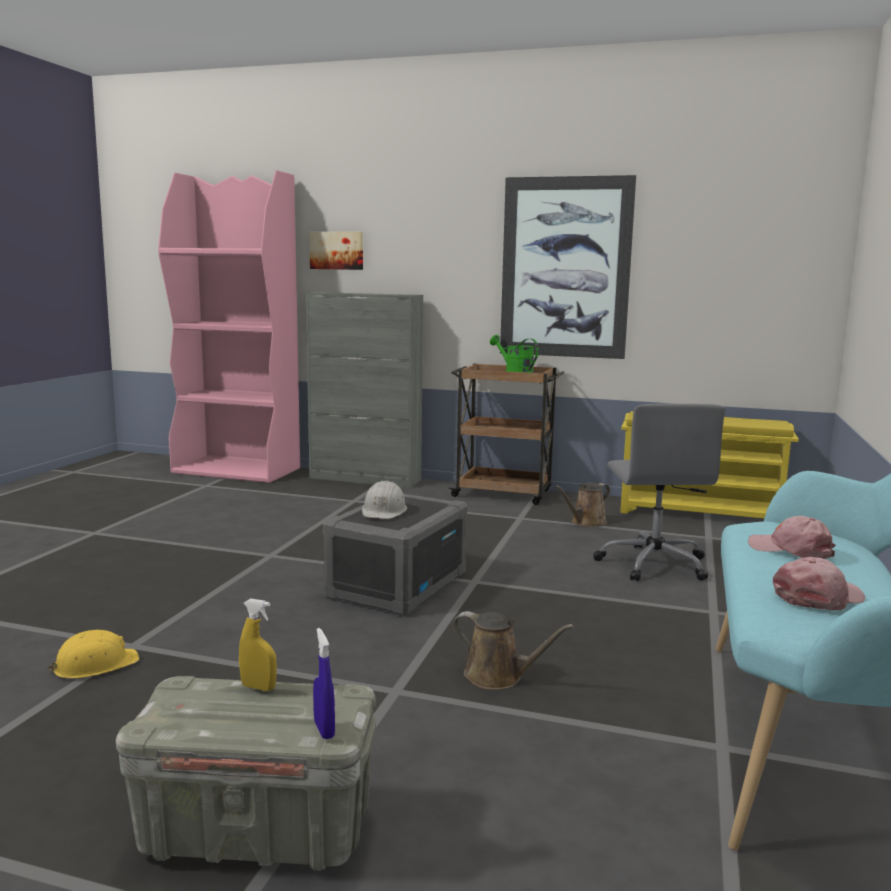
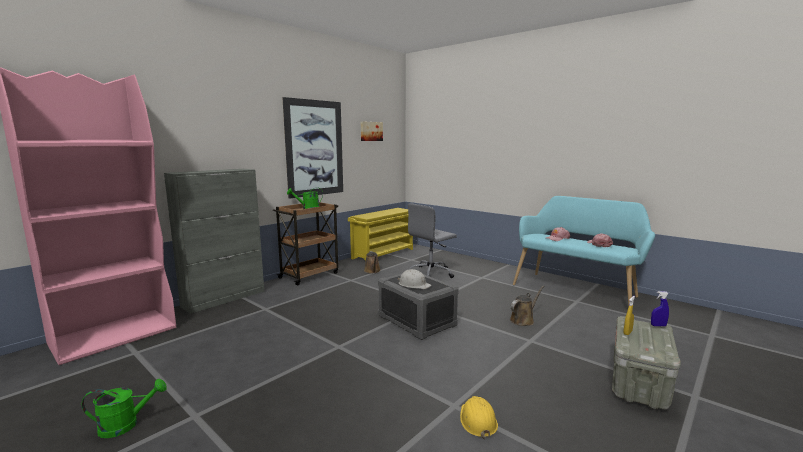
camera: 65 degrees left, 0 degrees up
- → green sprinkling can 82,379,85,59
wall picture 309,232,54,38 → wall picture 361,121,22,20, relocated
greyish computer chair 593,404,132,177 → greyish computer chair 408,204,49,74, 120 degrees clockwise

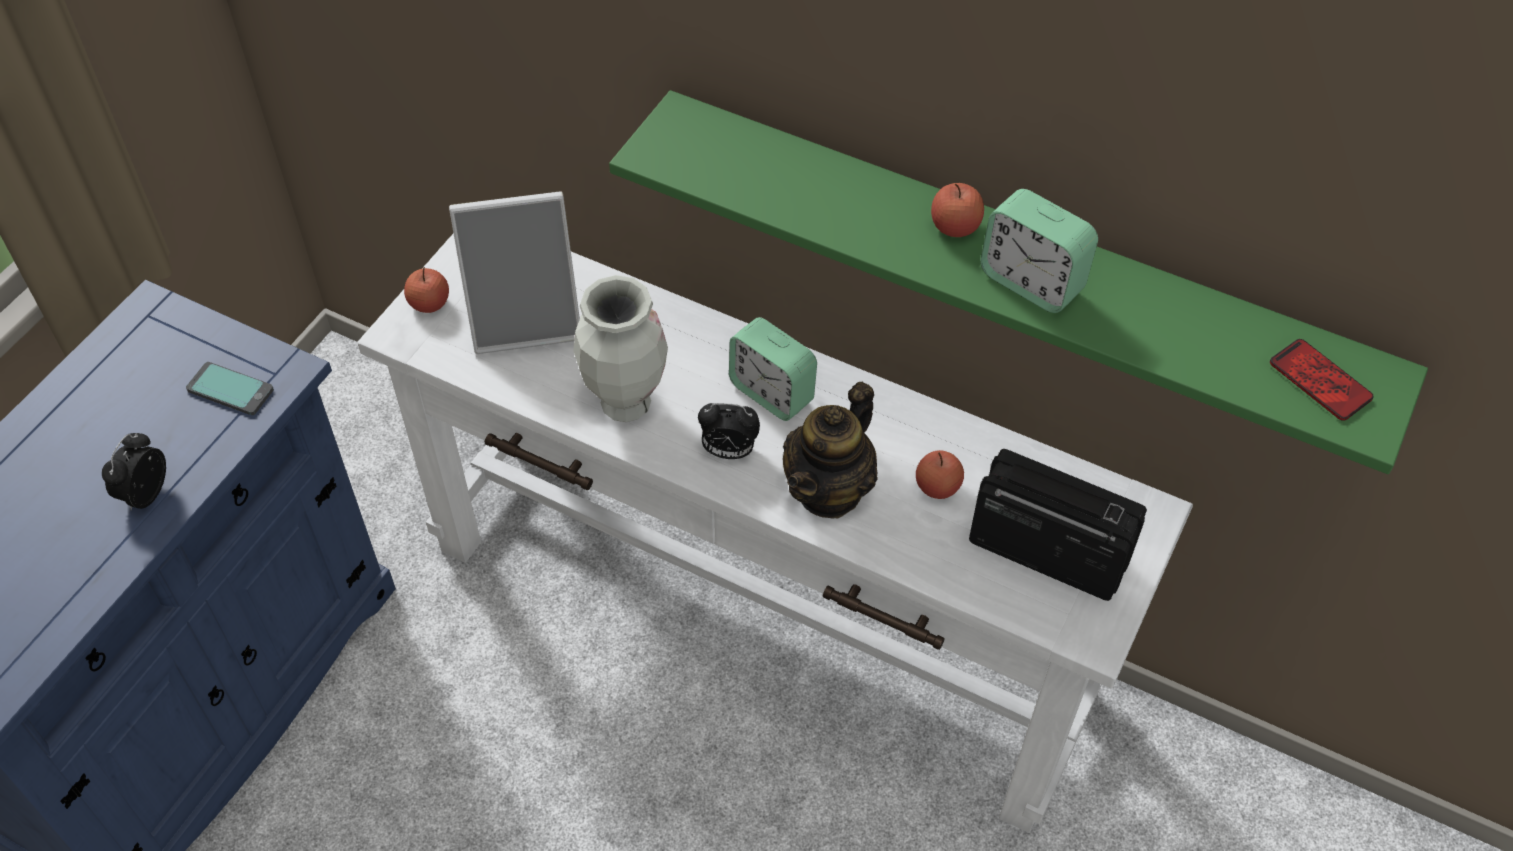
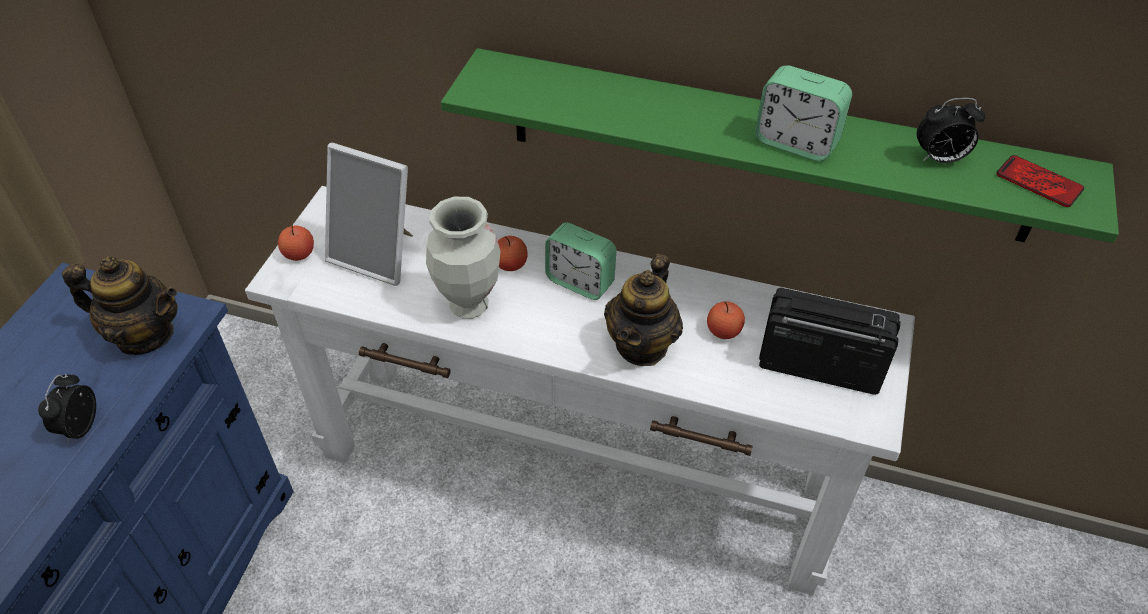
camera: 10 degrees left, 5 degrees down
bedside clock 698,403,62,56 → bedside clock 917,98,68,65, relocated
apple fruit 931,183,53,54 → apple fruit 498,236,29,35, relocated
handset 186,362,88,53 → tea pot 62,256,116,99
standing frame 449,191,131,163 → standing frame 325,143,88,143, 45 degrees clockwise

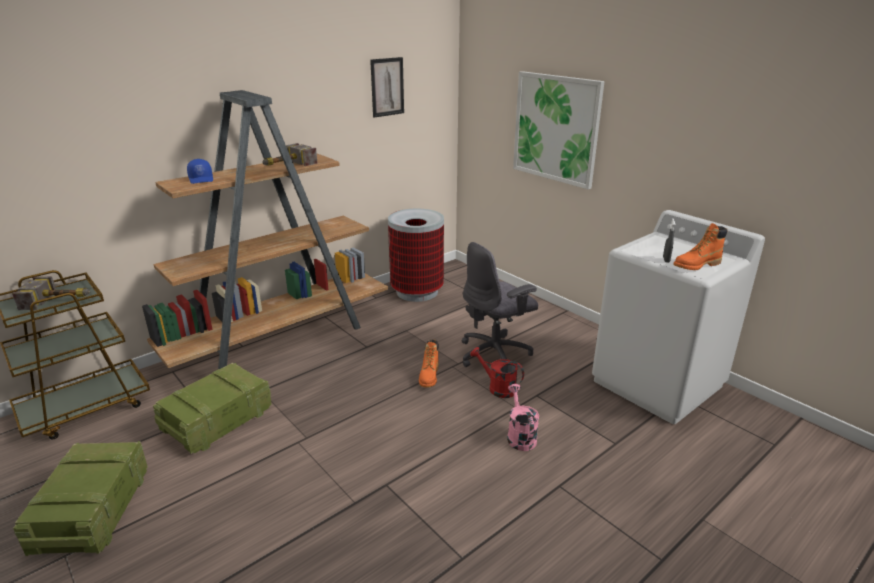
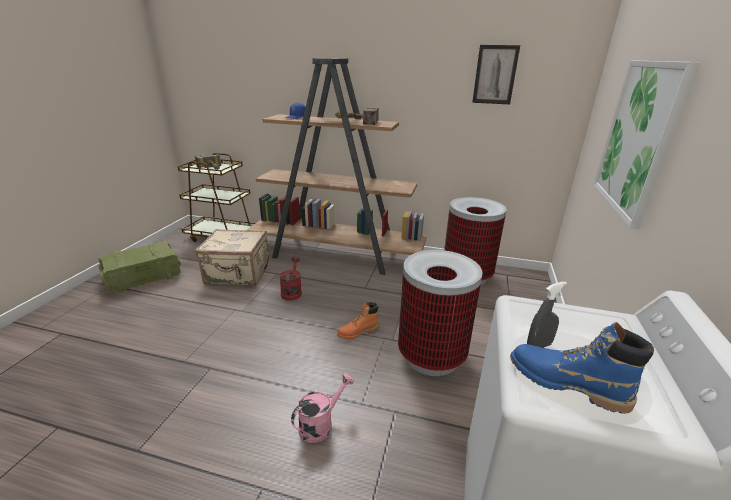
camera: 55 degrees right, 0 degrees up
red-coloured sprinkling can 470,347,54,51 → red-coloured sprinkling can 280,256,22,45, relocated
crate 153,363,119,91 → beige-coloured piece of luggage 195,229,74,57
greyish computer chair 461,242,77,125 → waste bin 398,250,85,126
orange high-top boot 674,223,54,47 → blue-coloured high-top boot 510,322,144,92

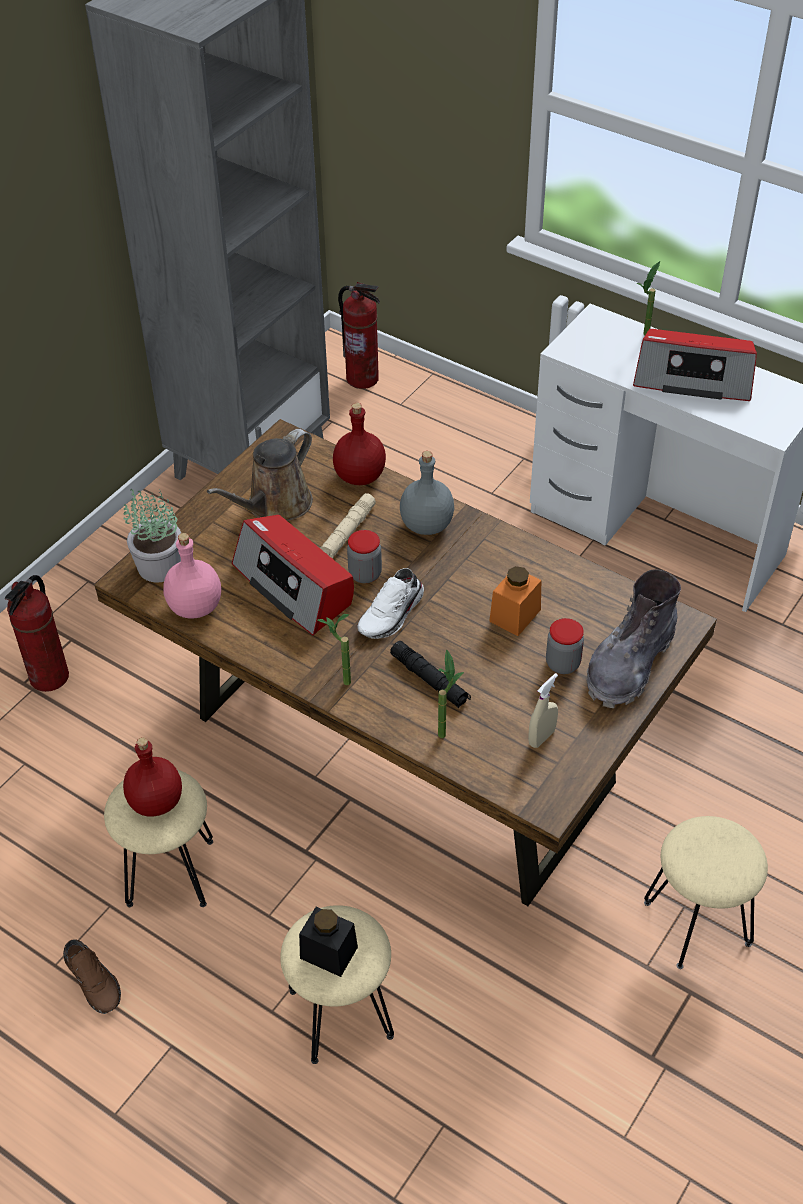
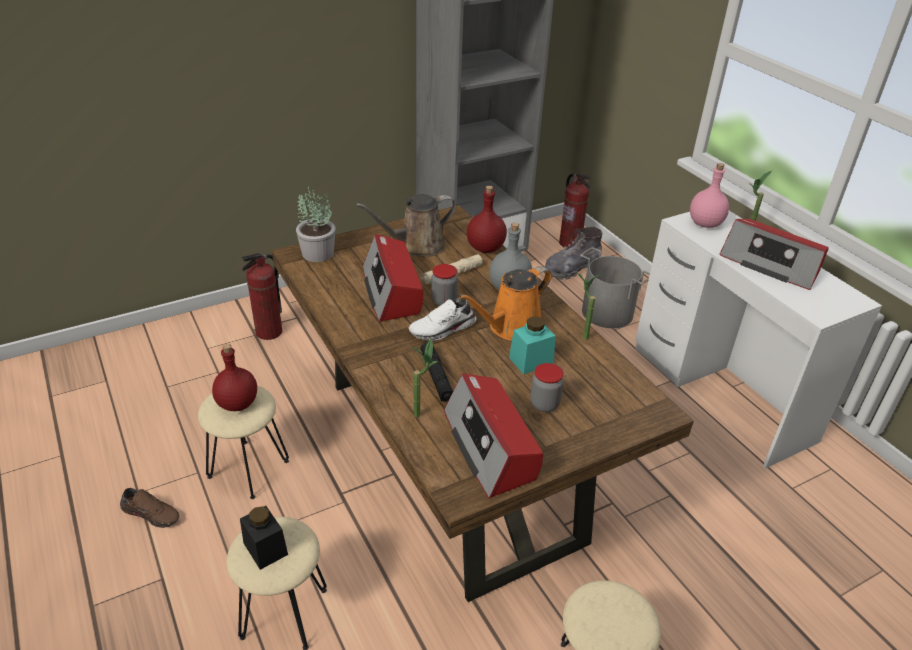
camera: 25 degrees right, 10 degrees down
- → orange sprinkling can 459,266,93,75
- → greyish water bucket 581,247,69,81
pinkish bottle 163,533,58,86 → pinkish bottle 690,163,39,65, relocated
potted plant 317,614,34,71 → potted plant 576,272,24,68, relocated
greyish high-top boot 586,569,95,139 → greyish high-top boot 544,227,58,53, relocated
beige-coloured hand sprayer 528,673,30,75 → radio receiver 444,374,99,125
orange preserve jar 489,566,52,70 → turquoise-coloured preserve jar 509,317,47,57
brown shoe 63,939,58,75 → brown shoe 120,488,60,40, 60 degrees counterclockwise

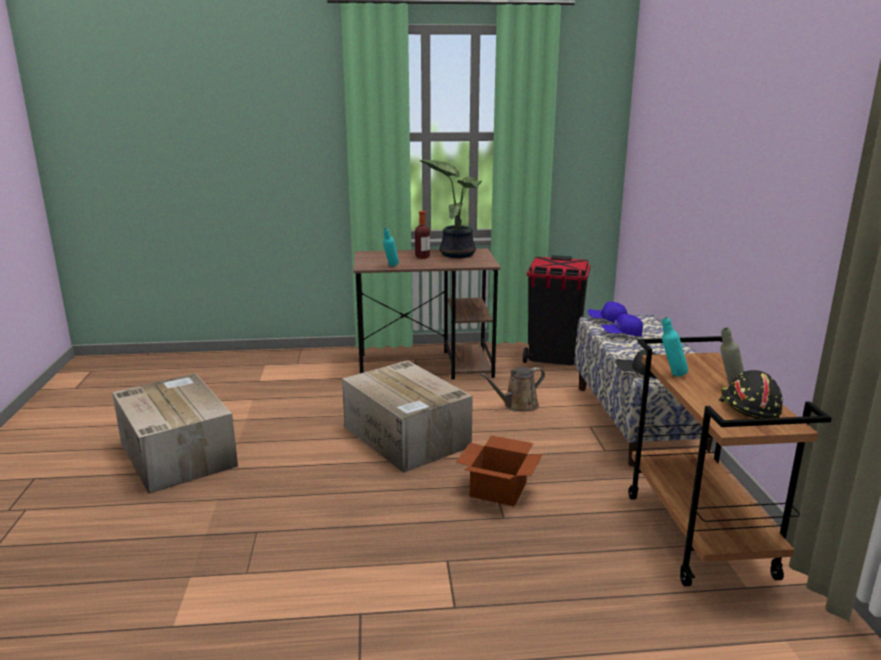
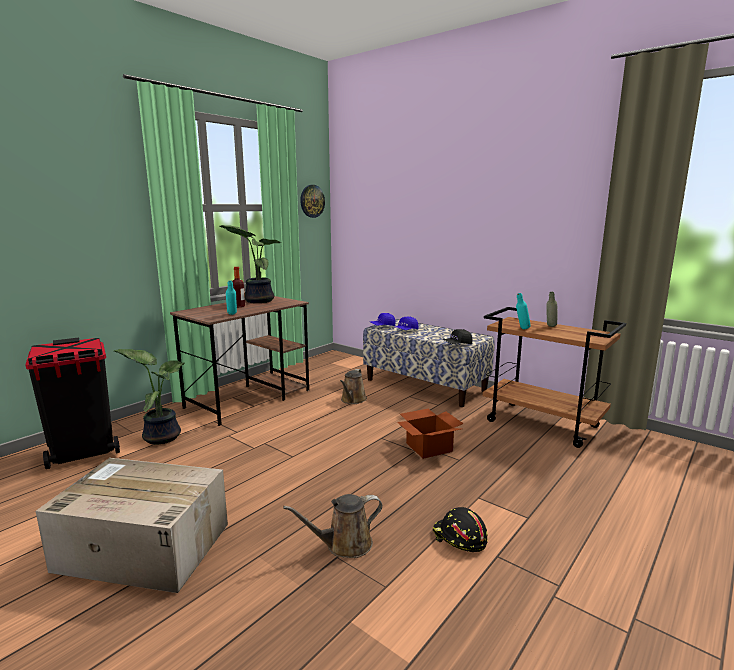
camera: 45 degrees left, 5 degrees down
carton 342,361,131,112 → -
- → potted plant 114,349,71,96
- → brown sprinkling can 283,494,99,64
- → wall clock 300,185,25,33
blackish waste bin 523,255,67,110 → blackish waste bin 26,337,94,132, relocated
blackish work helmet 719,370,64,49 → blackish work helmet 433,507,55,45, relocated

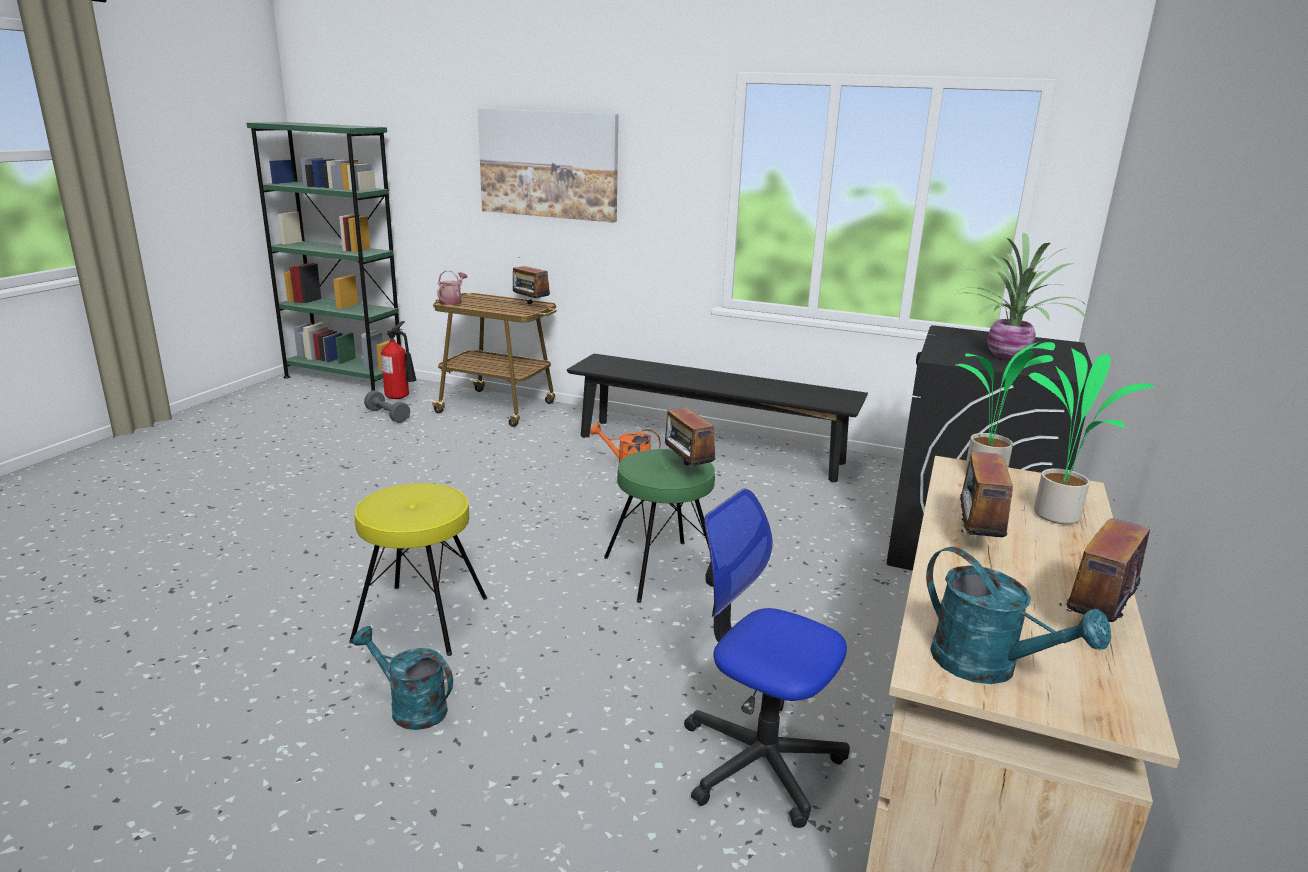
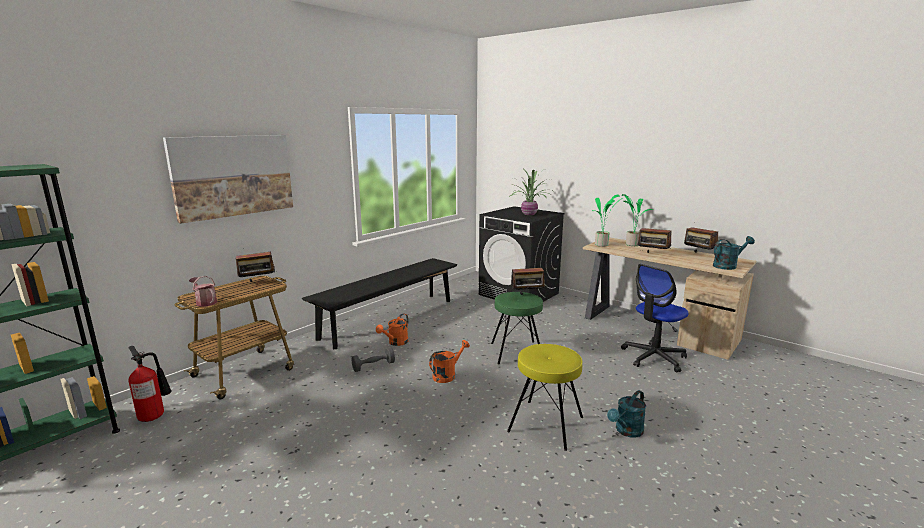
camera: 70 degrees left, 5 degrees down
- → orange sprinkling can 429,340,41,43
greyish dumbbell 364,391,46,32 → greyish dumbbell 352,347,43,25, relocated

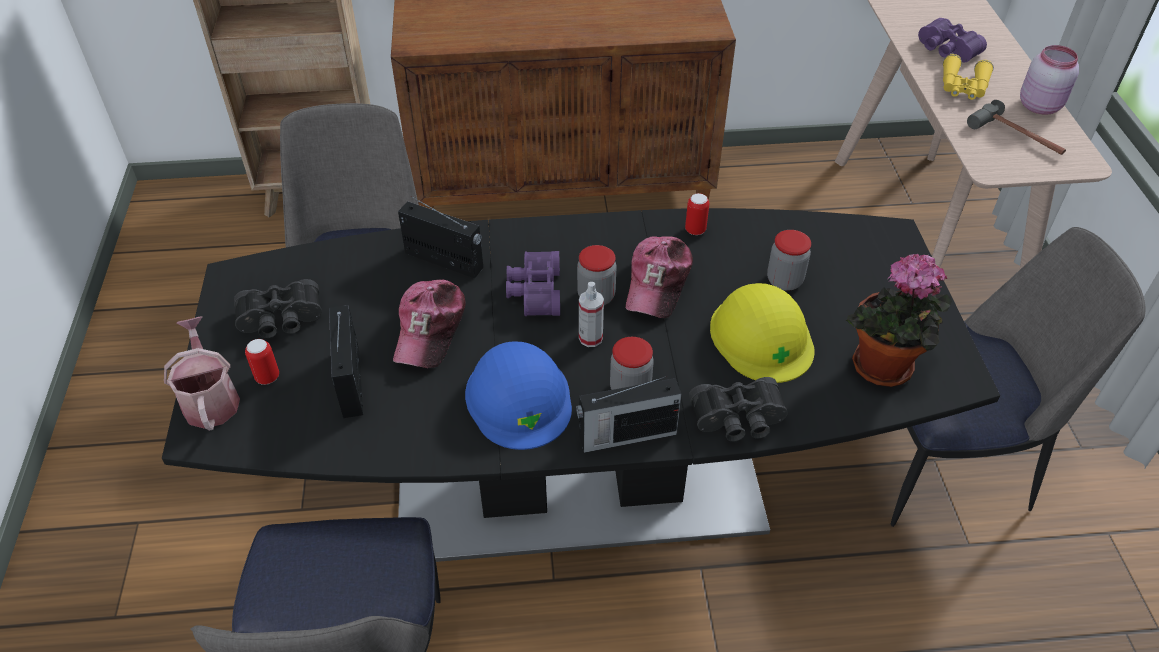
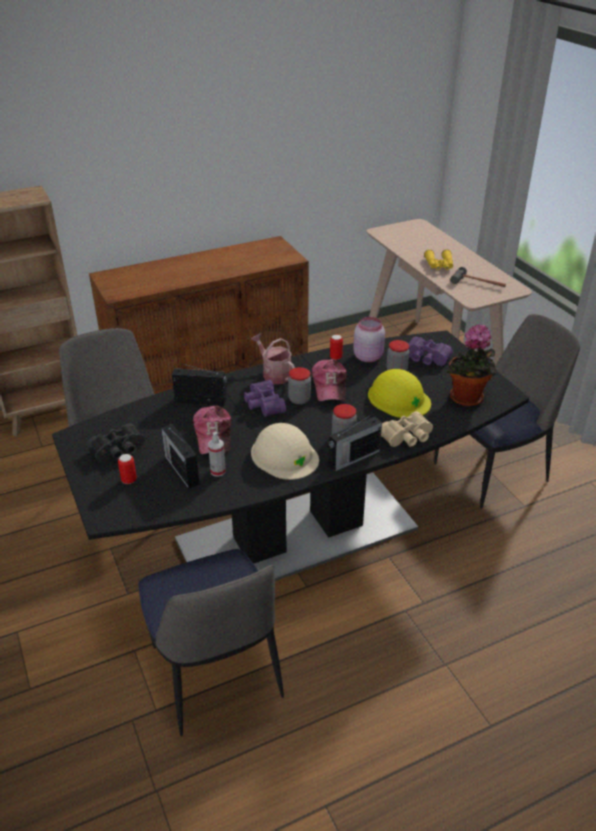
camera: 20 degrees left, 10 degrees down
sprinkling can 164,316,76,115 → sprinkling can 251,333,44,51, relocated
hand sprayer 579,282,25,65 → hand sprayer 208,432,18,45, relocated
purplish field glasses 918,18,69,44 → purplish field glasses 408,337,45,29, relocated
pinkish preserve jar 1020,45,59,70 → pinkish preserve jar 353,317,32,45, relocated
blue-coloured work helmet 465,341,107,109 → beige-coloured work helmet 251,423,68,57
blackish field glasses 689,377,99,64 → beige-coloured field glasses 381,411,52,36

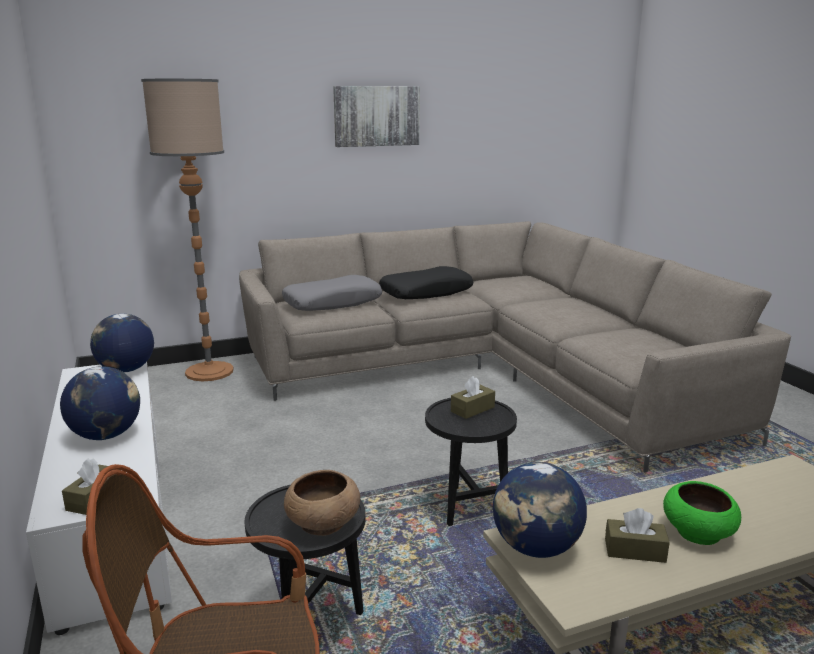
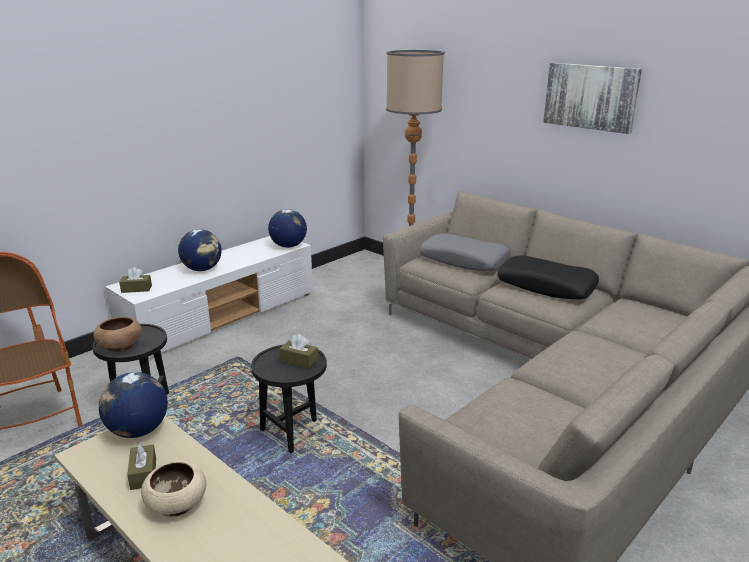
camera: 65 degrees right, 5 degrees up
green deep dish 663,481,78,64 → beige-coloured deep dish 141,460,65,57

